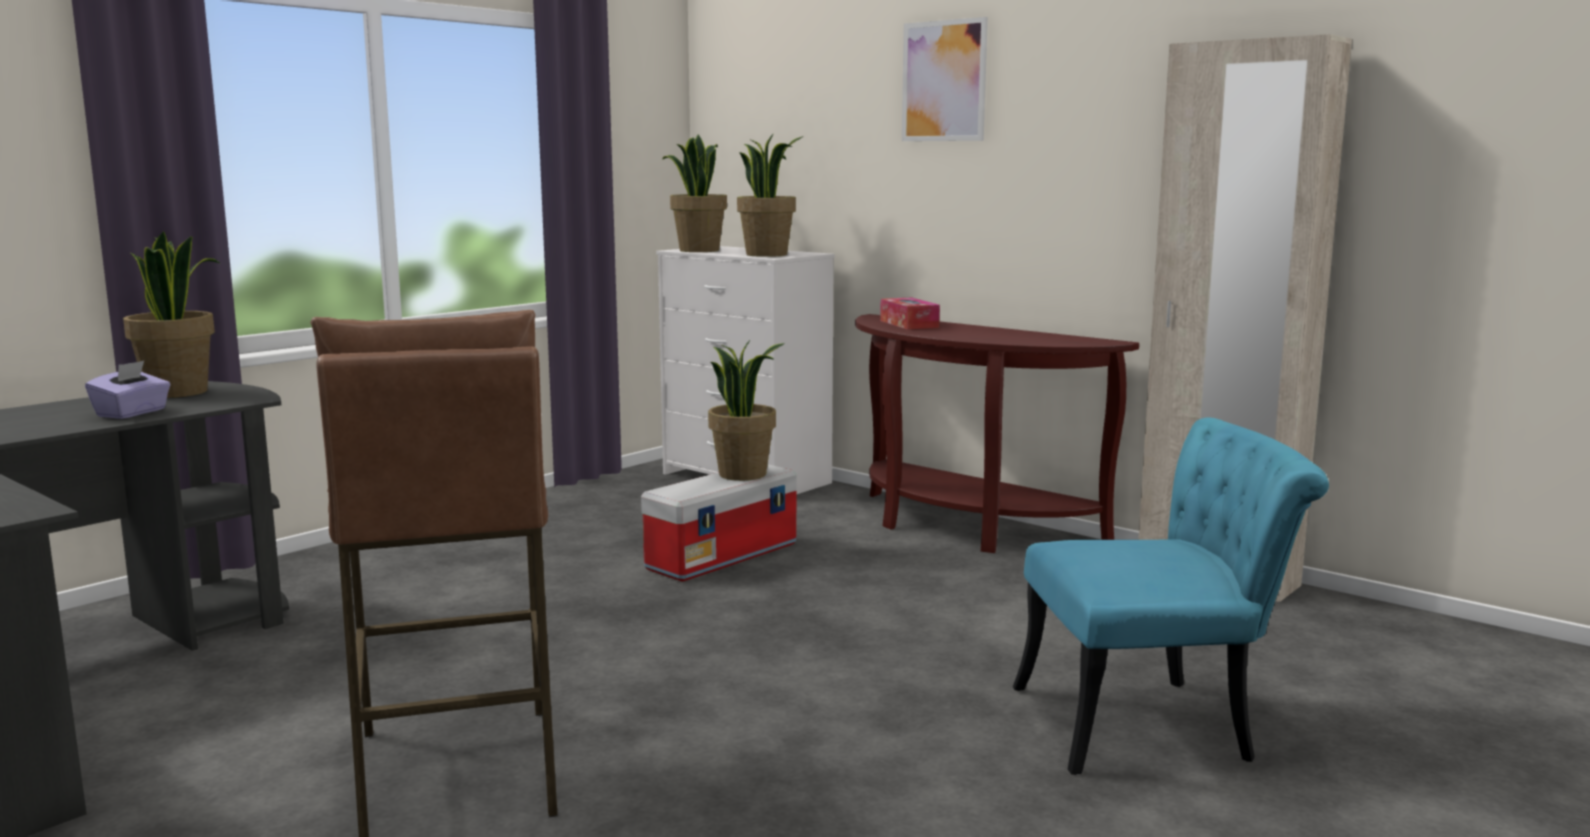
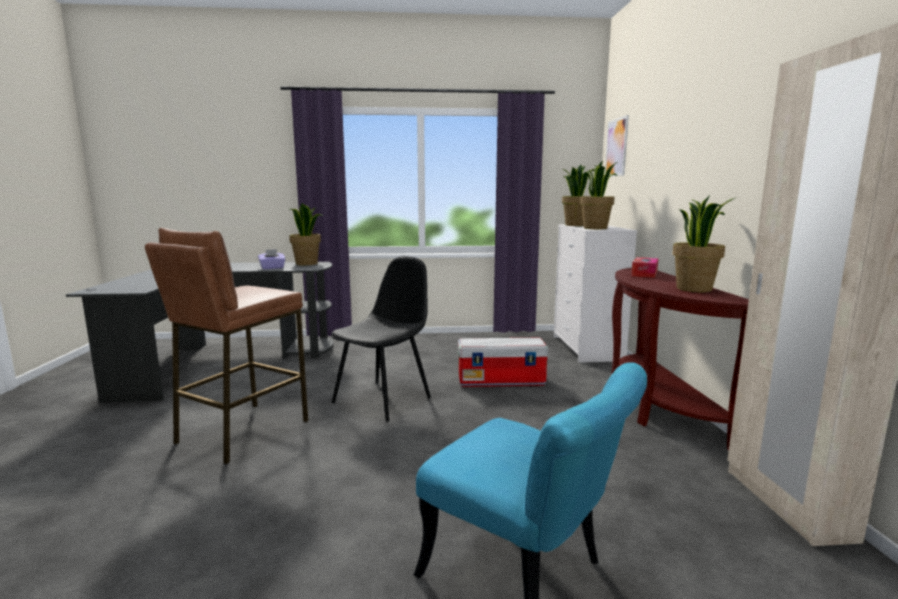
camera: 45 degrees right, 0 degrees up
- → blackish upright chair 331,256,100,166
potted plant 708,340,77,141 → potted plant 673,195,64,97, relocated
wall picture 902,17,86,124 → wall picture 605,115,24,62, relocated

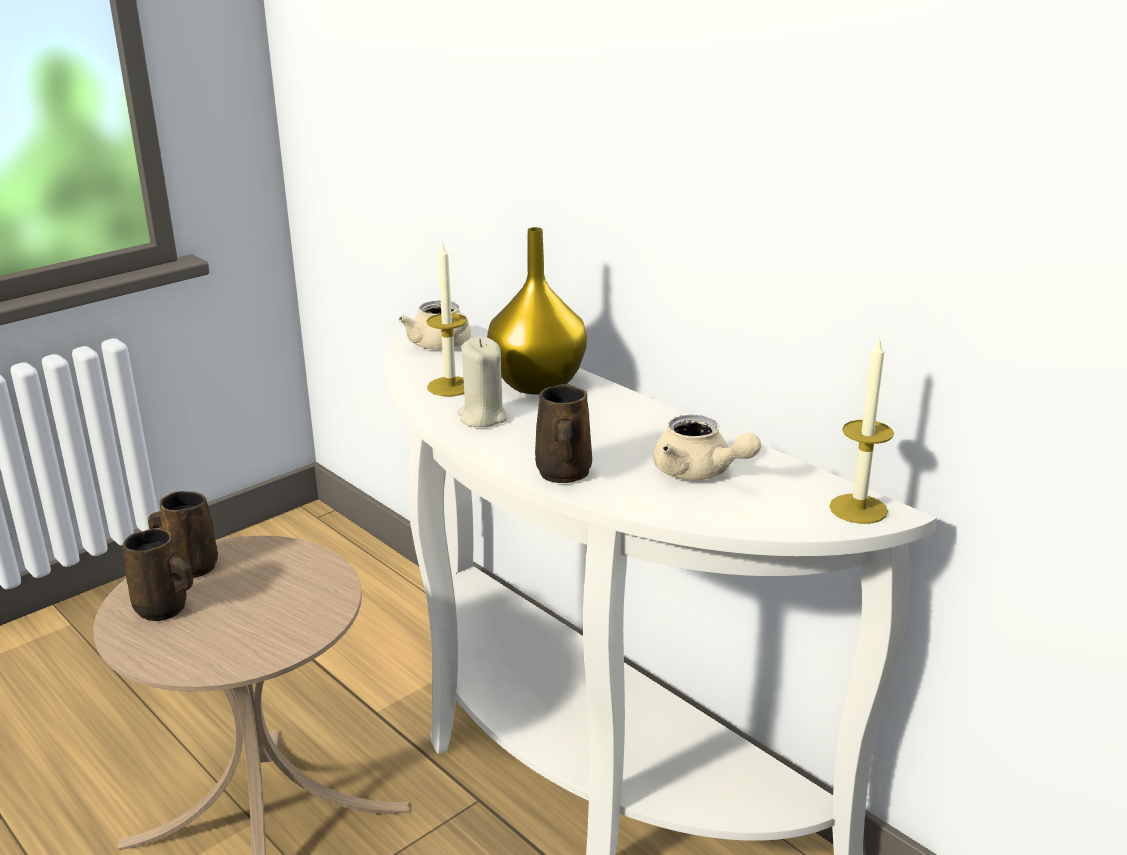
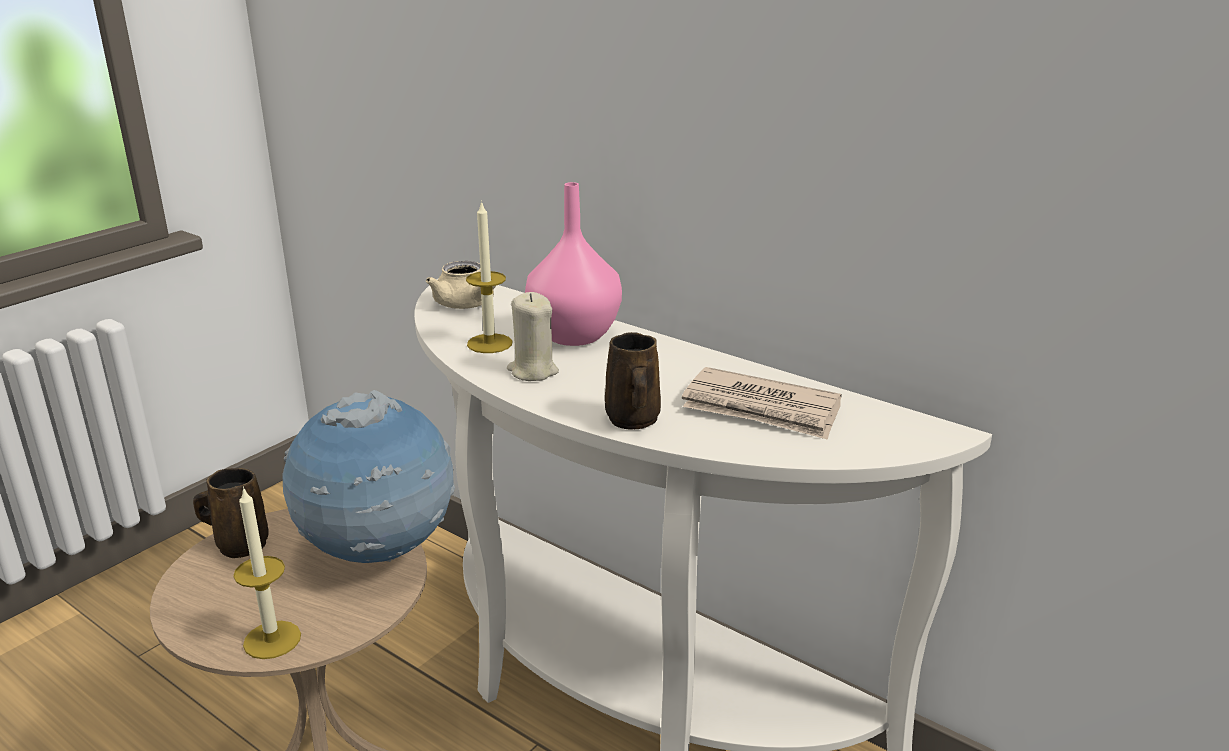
camera: 10 degrees left, 0 degrees up
brown tea mug 123,528,70,93 → -
- → world globe 282,390,173,173
wax light 829,336,65,188 → wax light 234,487,67,172, relocated
beige-coloured tea pot 653,415,108,65 → daily paper 682,367,160,73
yellow-coloured vase 487,227,100,168 → pinkish vase 525,182,97,164

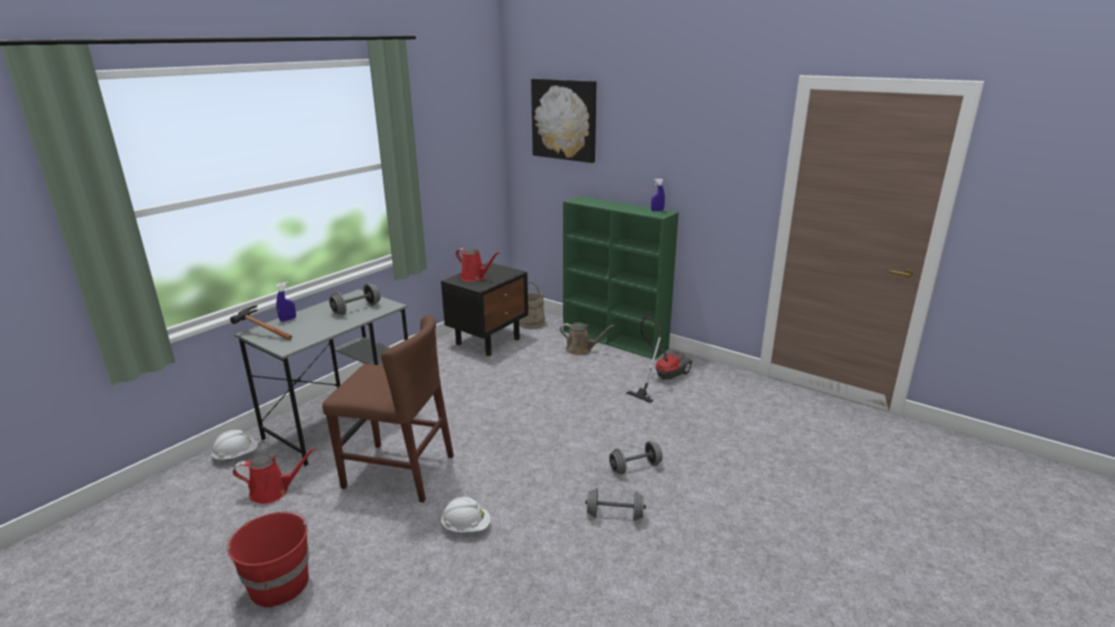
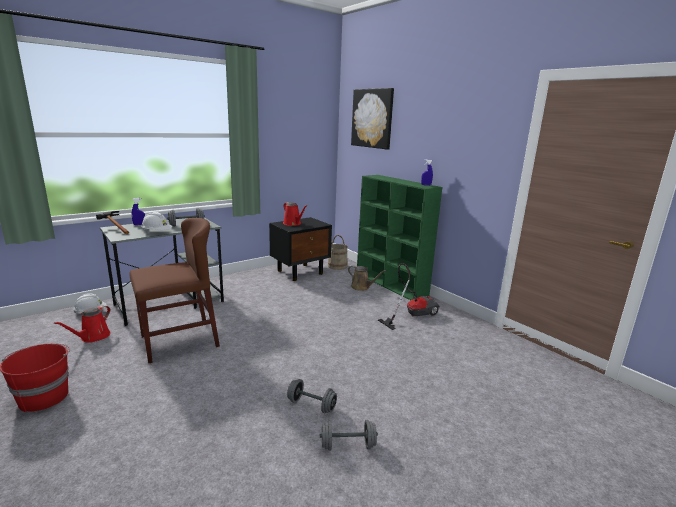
camera: 15 degrees right, 5 degrees down
white-coloured work helmet 441,497,49,35 → white-coloured work helmet 141,212,31,19, relocated
greyish dumbbell 609,441,54,33 → greyish dumbbell 320,420,58,31, relocated
red-coloured sprinkling can 233,448,83,56 → red-coloured sprinkling can 54,305,57,38, 105 degrees clockwise
brown upright chair 322,315,132,188 → brown upright chair 129,218,91,145, 60 degrees counterclockwise

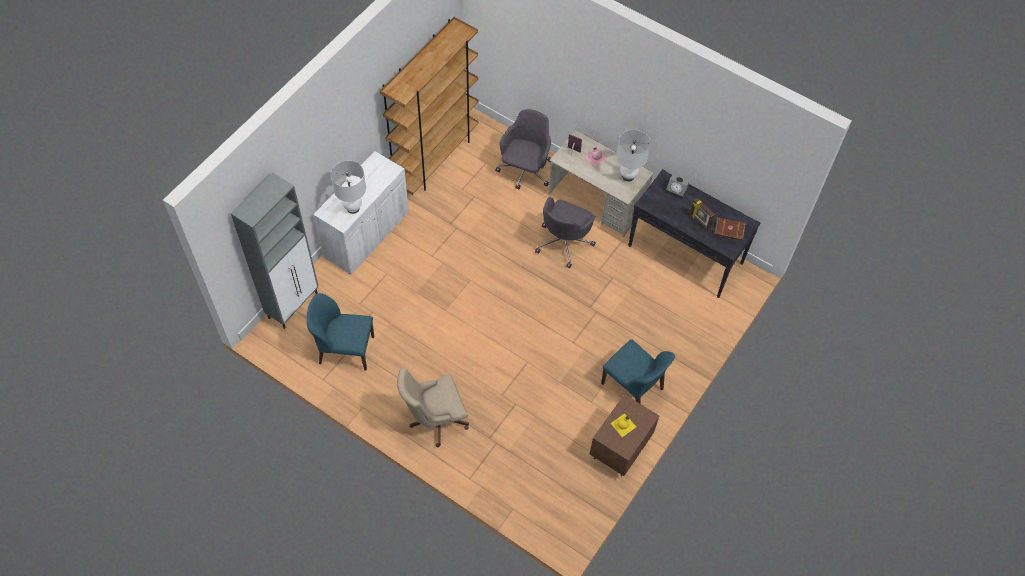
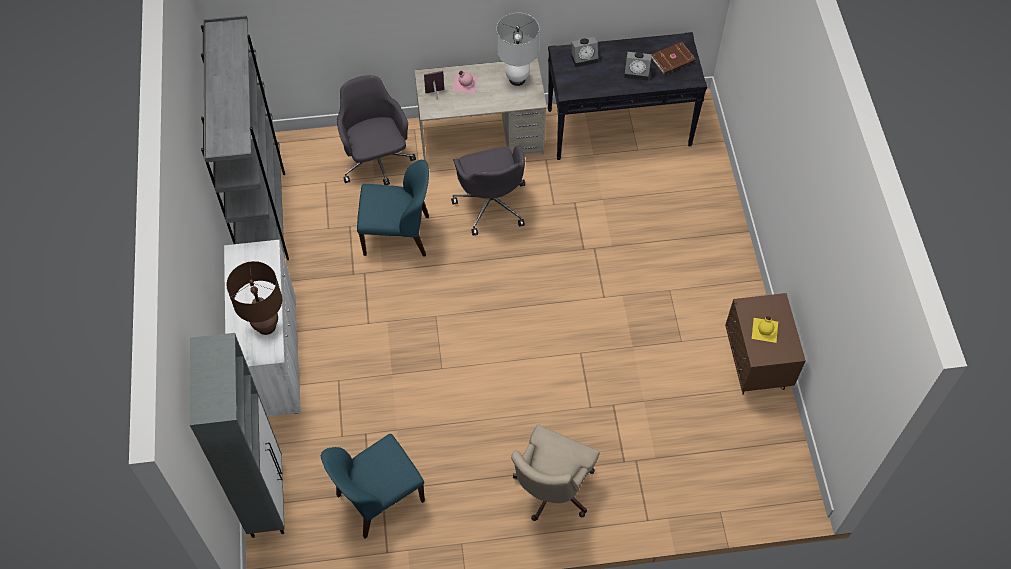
camera: 40 degrees left, 0 degrees up
blue-coloured upright chair 601,339,74,64 → blue-coloured upright chair 357,160,72,96, relocated
standing frame 690,198,25,33 → bedside clock 624,52,27,29
white-coloured table lamp 331,160,35,54 → brown table lamp 227,261,55,74
brown bookshelf 380,17,99,178 → greyish bookshelf 201,15,88,245

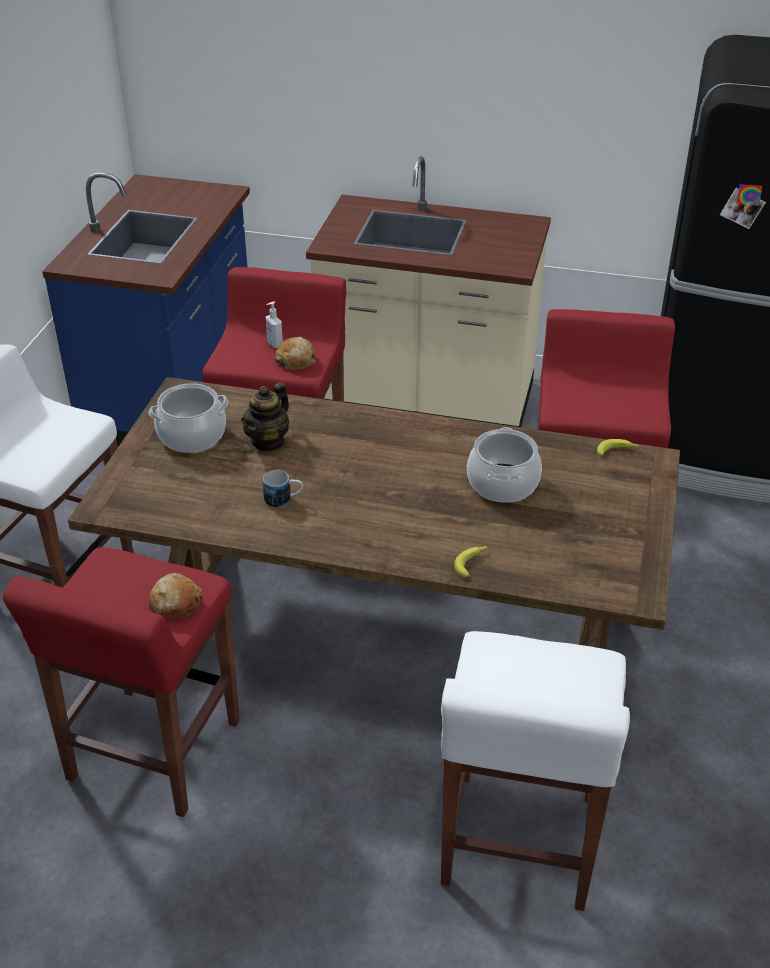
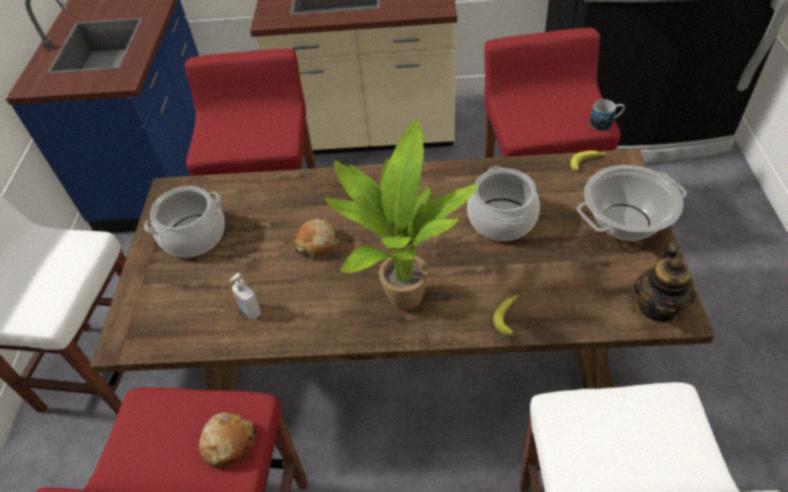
camera: 10 degrees left, 10 degrees up
- → potted plant 325,119,153,191
- → stockpot 577,165,110,76
tea pot 241,382,48,70 → tea pot 634,242,62,81, relocated
tea mug 263,470,40,38 → tea mug 590,99,35,32, relocated
soap dispenser 266,301,17,47 → soap dispenser 230,273,31,46, relocated
bakery bread 274,337,41,32 → bakery bread 295,219,44,39, relocated

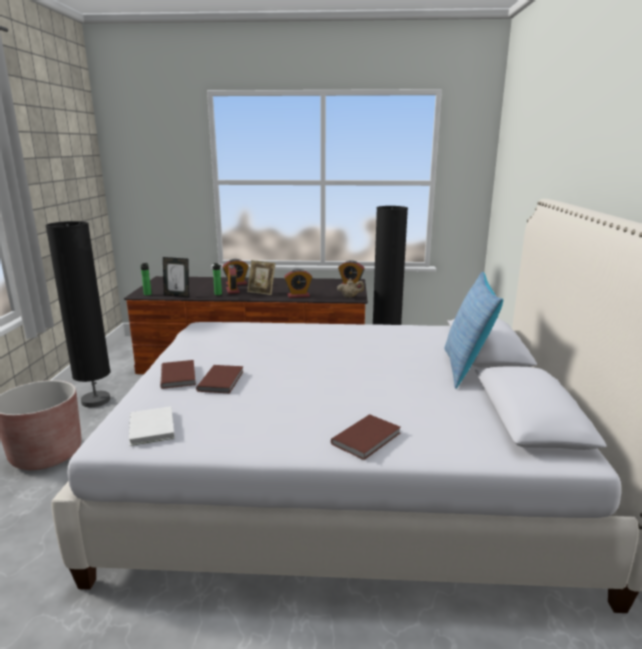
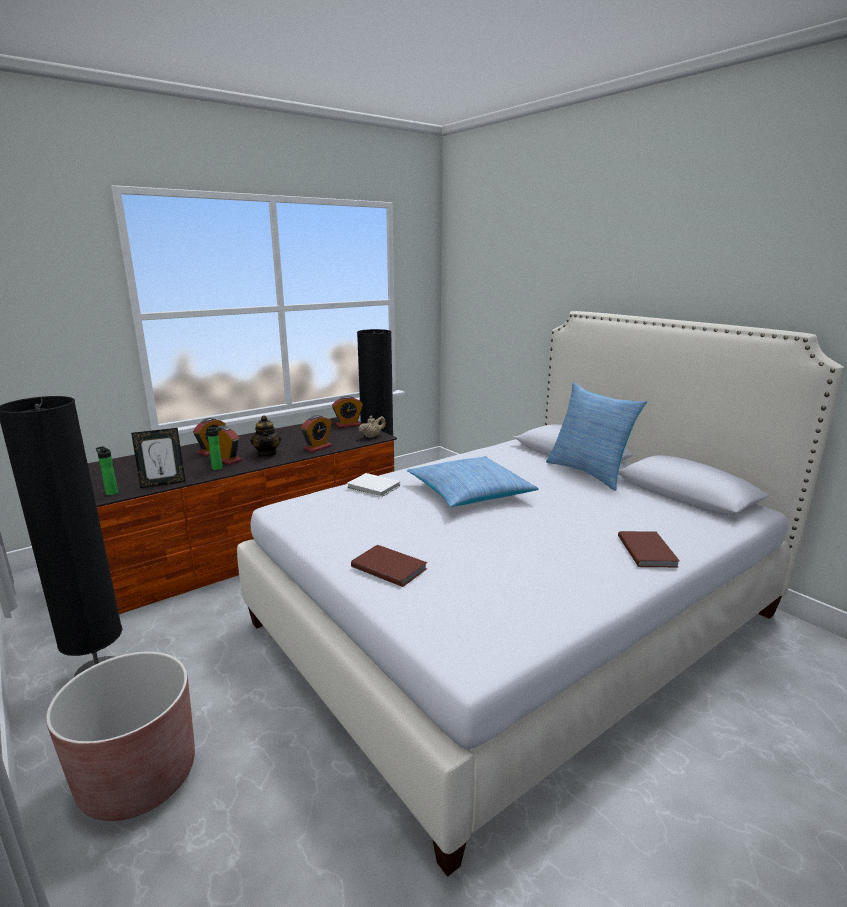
camera: 40 degrees left, 0 degrees up
brown book 196,365,48,29 → -
- → cushion 407,456,132,51
white-coloured book 129,407,46,39 → white-coloured book 347,473,53,24, relocated
standing frame 247,260,29,35 → tea pot 250,415,31,42

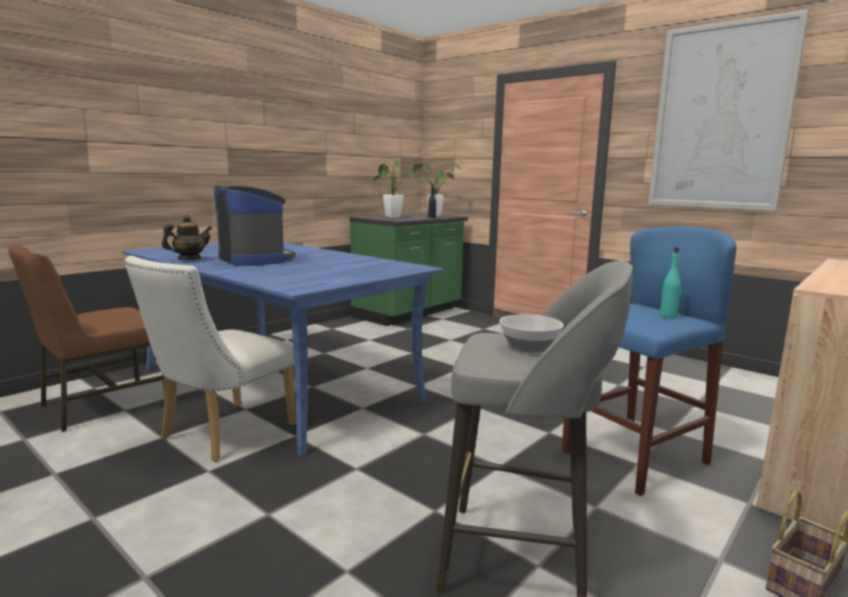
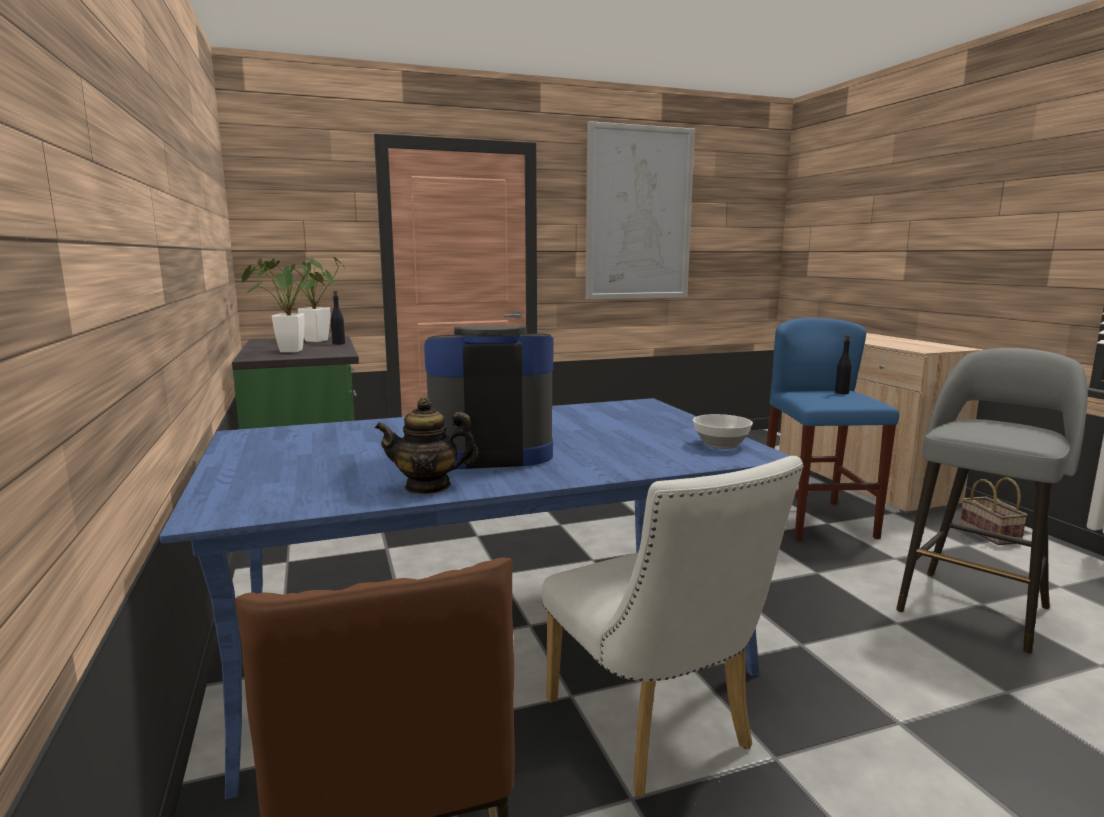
camera: 60 degrees left, 0 degrees up
deep dish 499,314,65,39 → deep dish 693,414,60,35, relocated
turquoise-coloured bottle 660,247,21,71 → blackish bottle 835,335,17,59
tea pot 161,215,52,45 → tea pot 375,397,103,97, 90 degrees counterclockwise

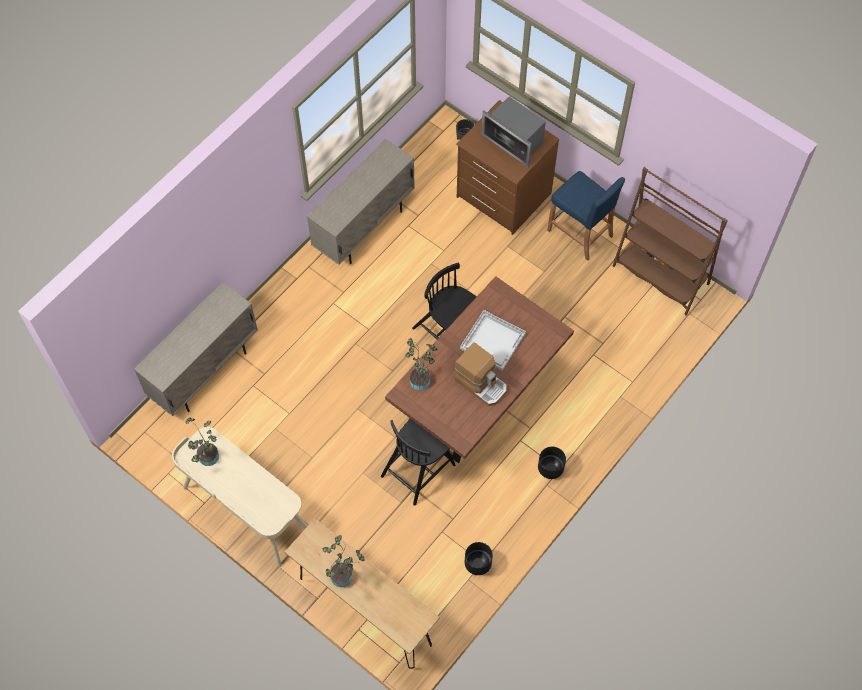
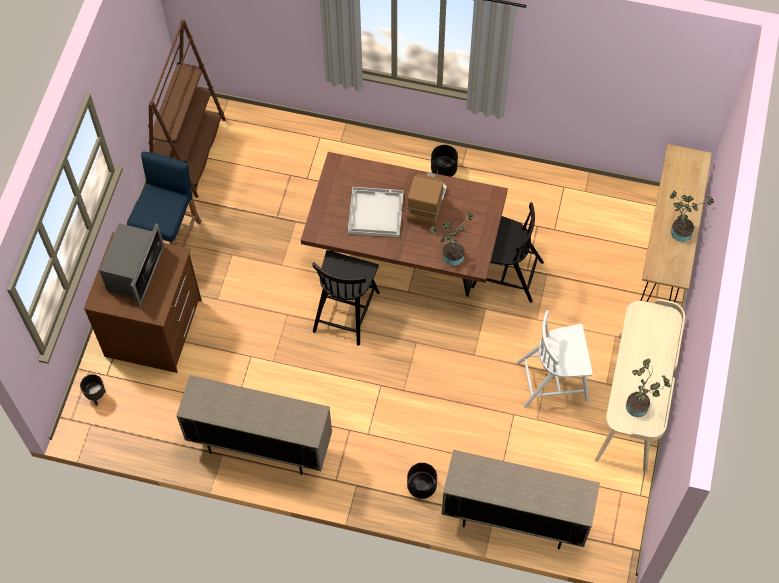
camera: 115 degrees left, 0 degrees up
- → white-coloured upright chair 516,310,77,98
blackish planter 465,542,28,33 → blackish planter 407,463,30,36, relocated

